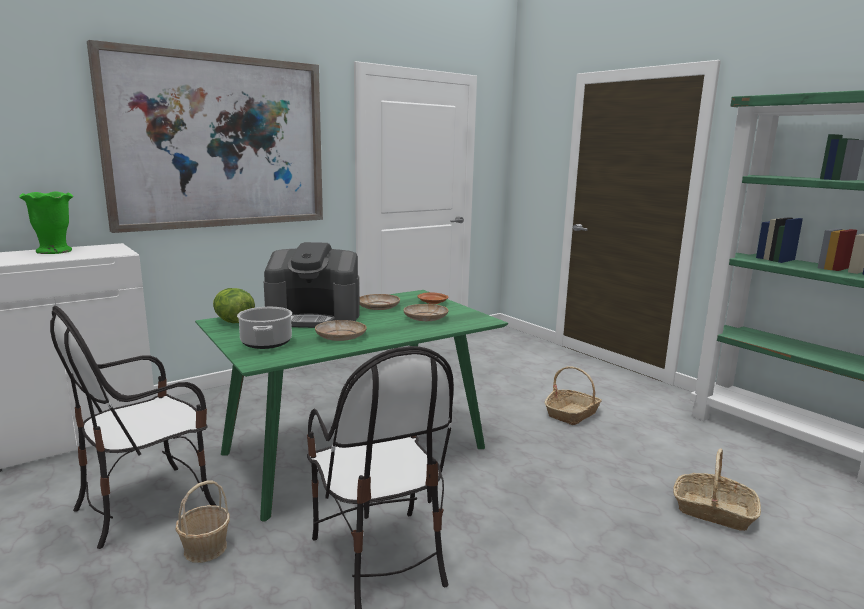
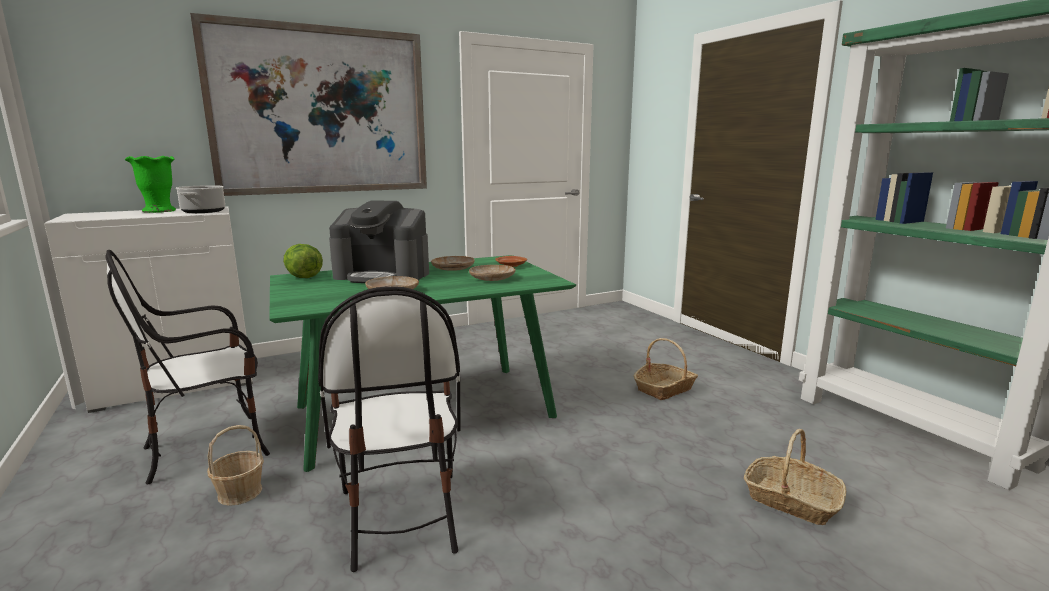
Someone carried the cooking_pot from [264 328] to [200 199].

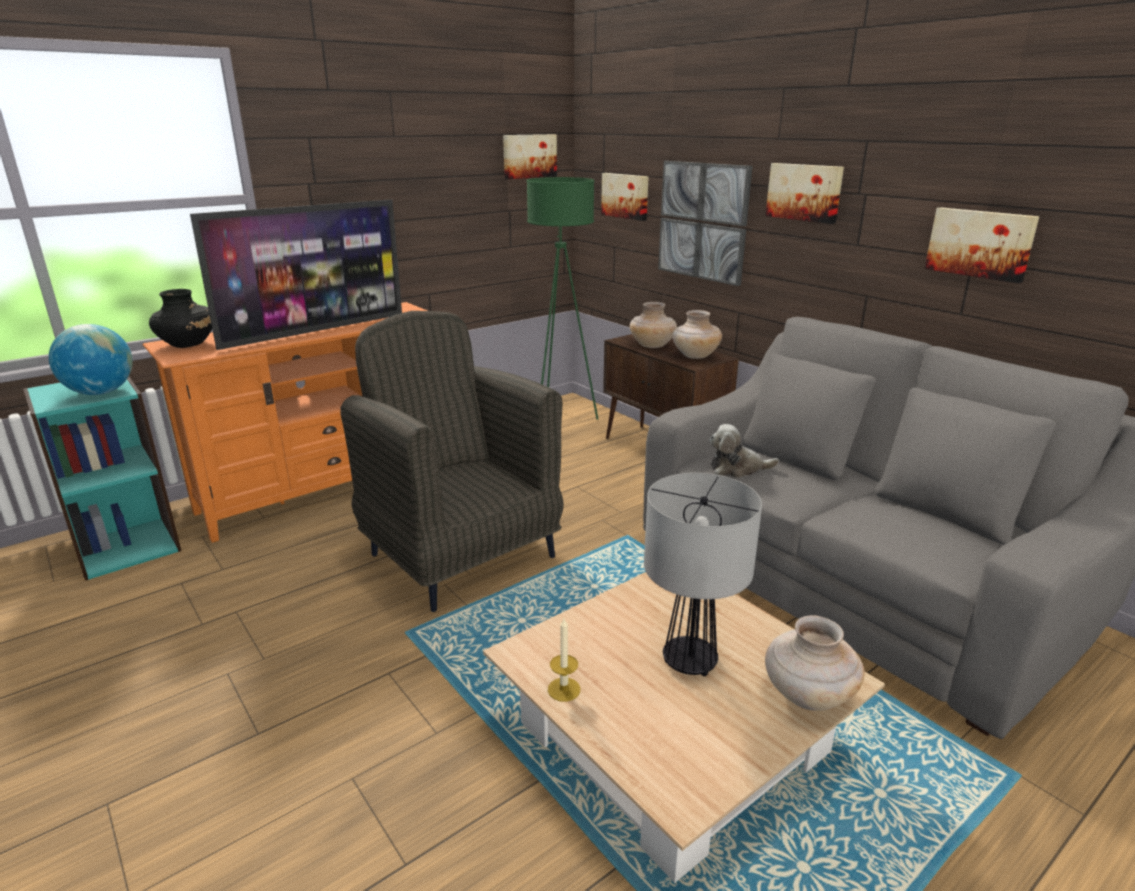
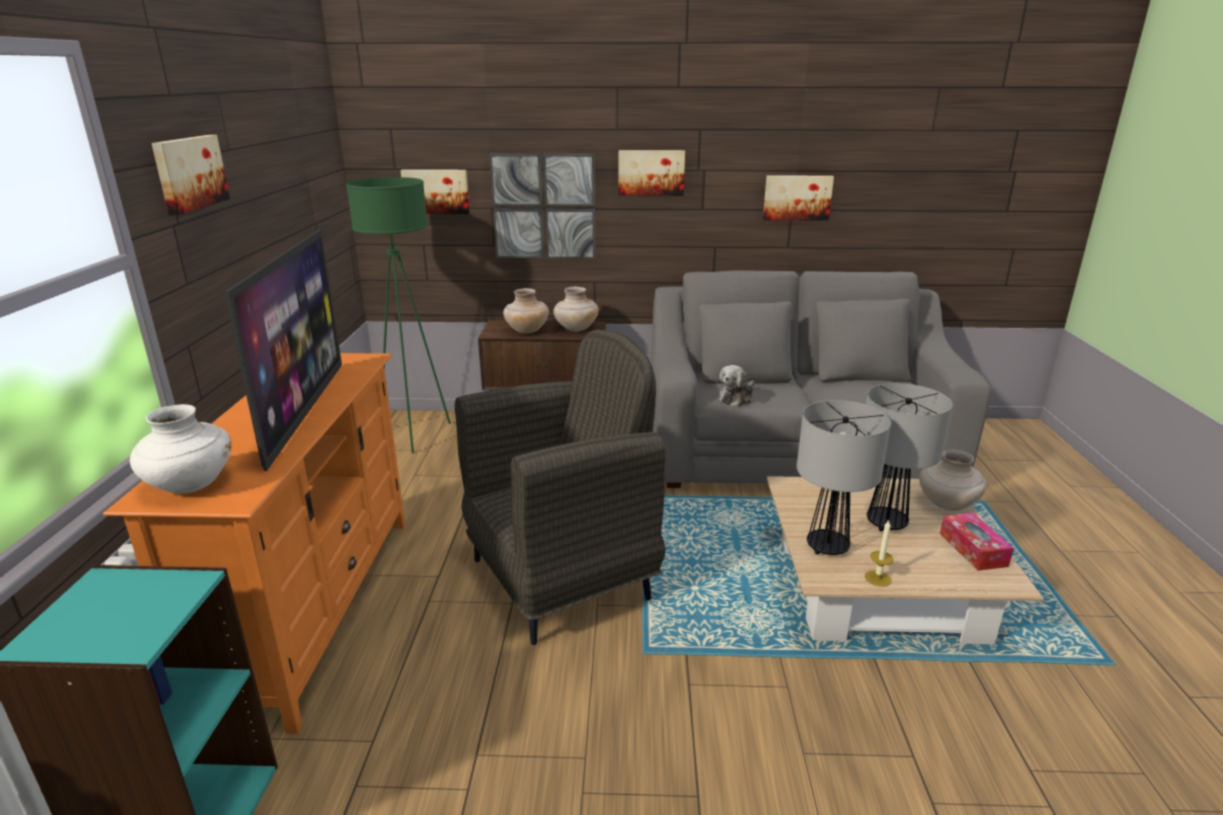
Someone carried the picture from [530 156] to [190 175].
Someone repainted the black_vase at [180 318], which became the white_vase at [181 449].
Someone rotated the grey_armchair at [452 461] by 150 degrees clockwise.
Someone took away the globe at [91 359].
Someone put down the table_lamp at [844 477].
Someone put down the tissue_box at [977 542].

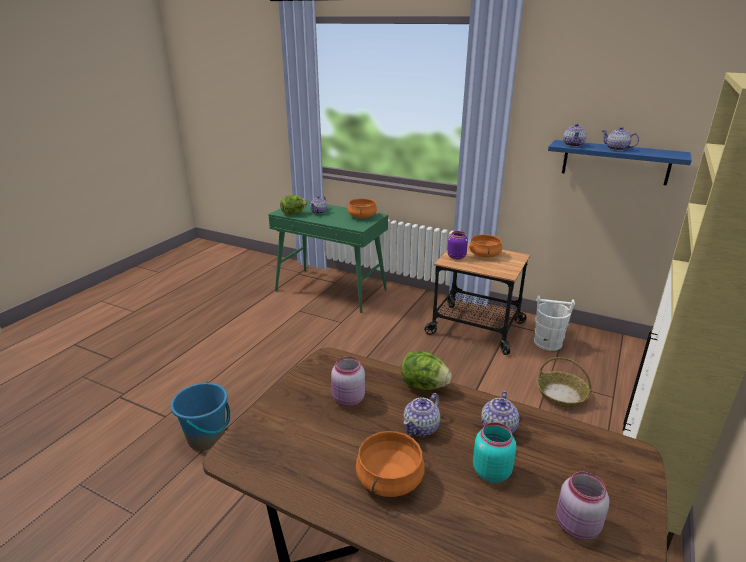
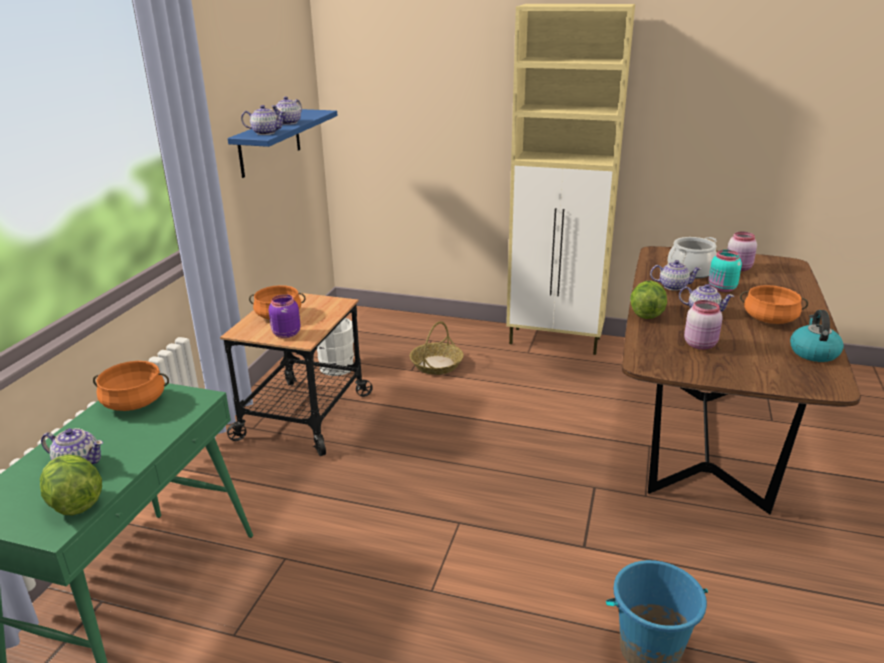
Someone put down the cooking_pot at [692 258].
Someone put down the kettle at [817 336].

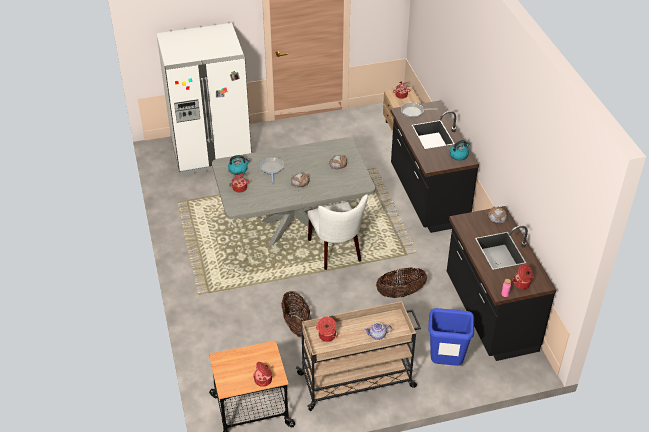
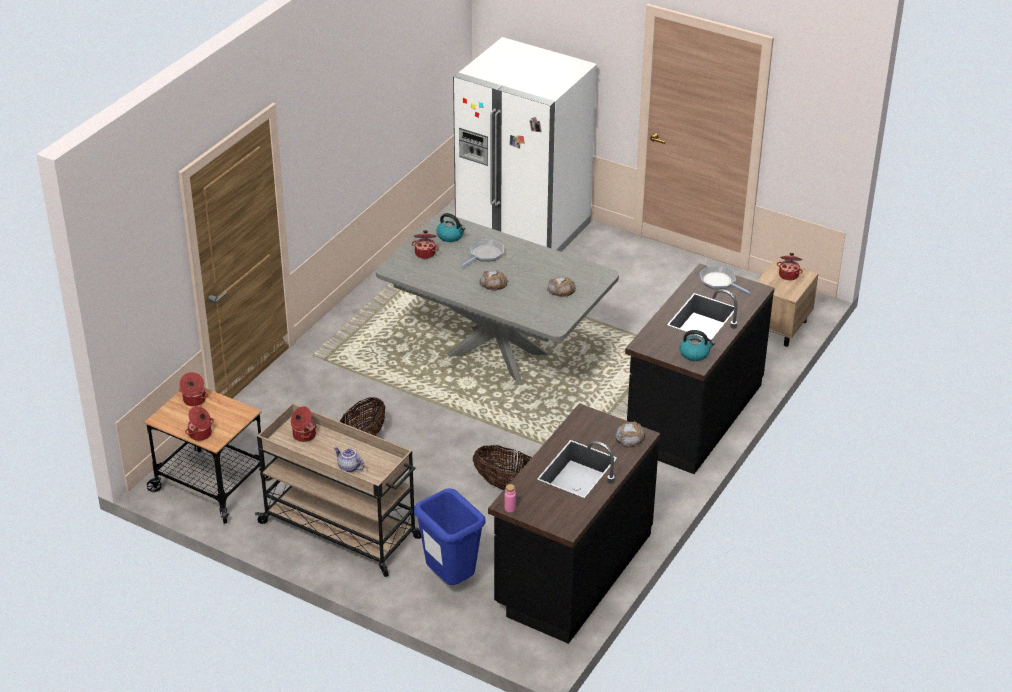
Someone took away the white_chair at [337 232].
Someone carried the cooking_pot from [523 276] to [193 389].

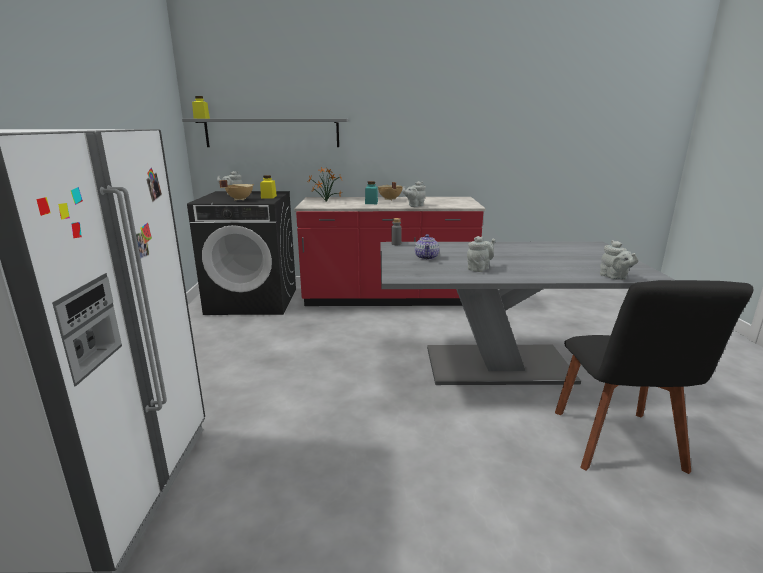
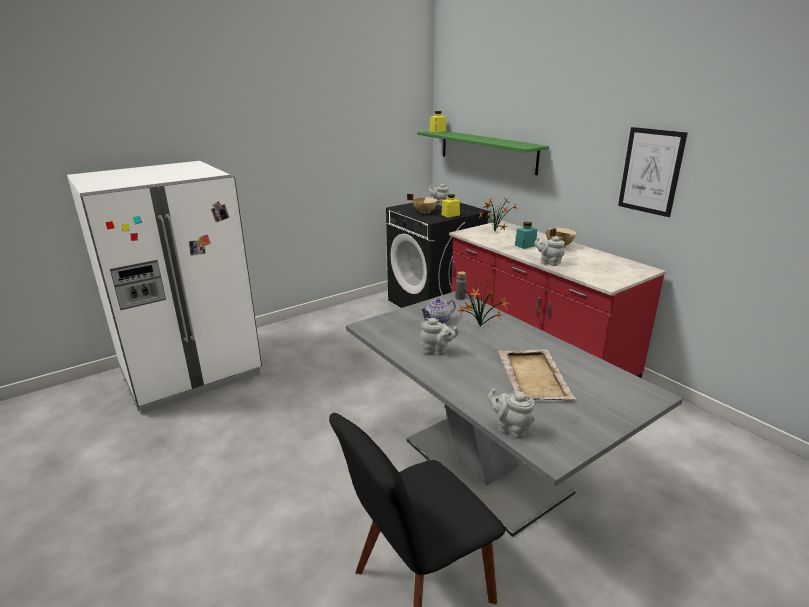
Someone repainted the grey_shelf at [265 133], which became the green_shelf at [483 153].
Someone rotated the grey_teapot at [619 260] by 90 degrees clockwise.
Someone put up the picture at [653 172].
Someone put down the potted_plant at [484 302].
Someone put down the beige_tray at [537 374].

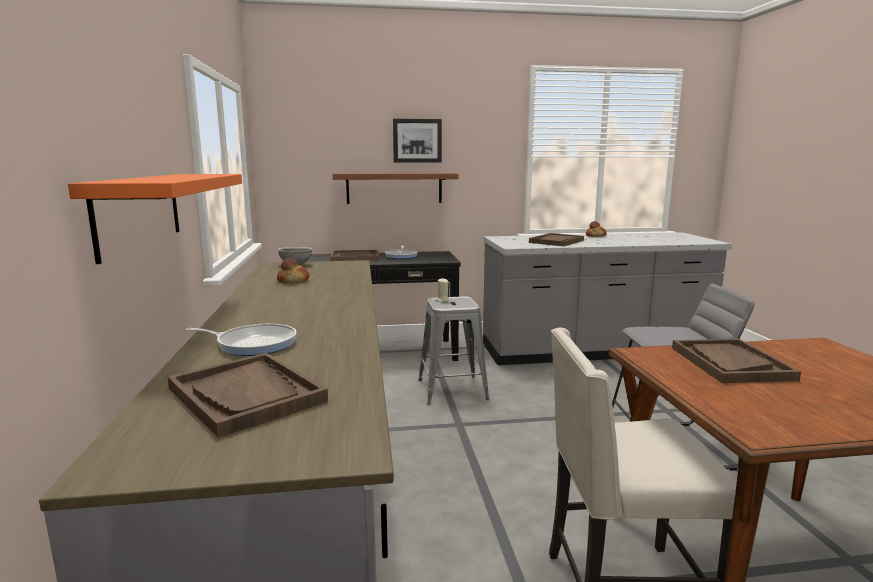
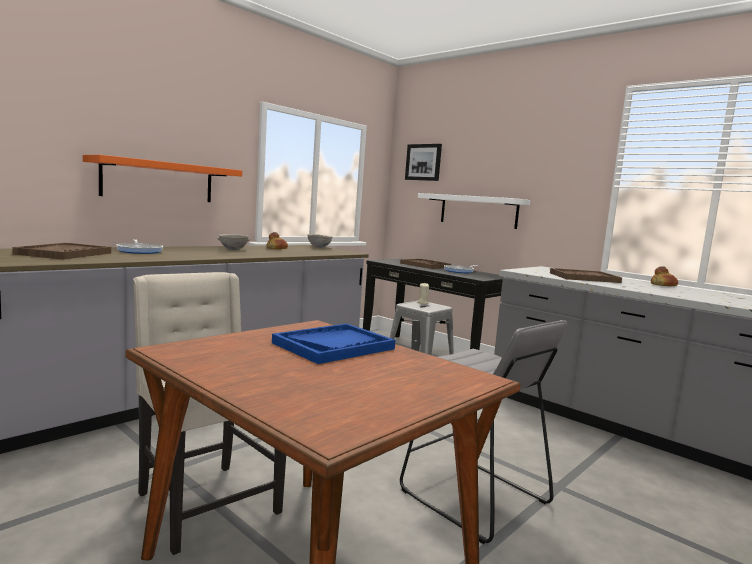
Someone carried the picture from [417 141] to [423 162].
Someone repainted the brown_shelf at [395 188], which became the white_shelf at [474 211].
Someone repainted the brown_tray at [736 361], which became the blue_tray at [333 344].
Someone put down the grey_bowl at [233 242].

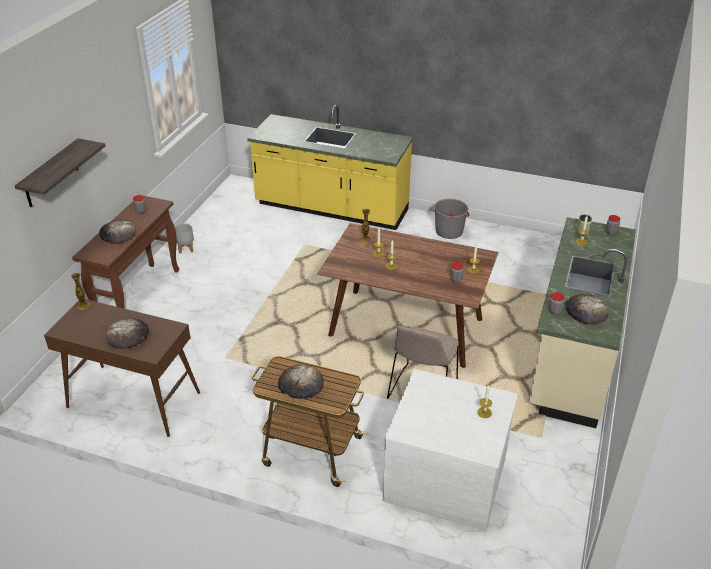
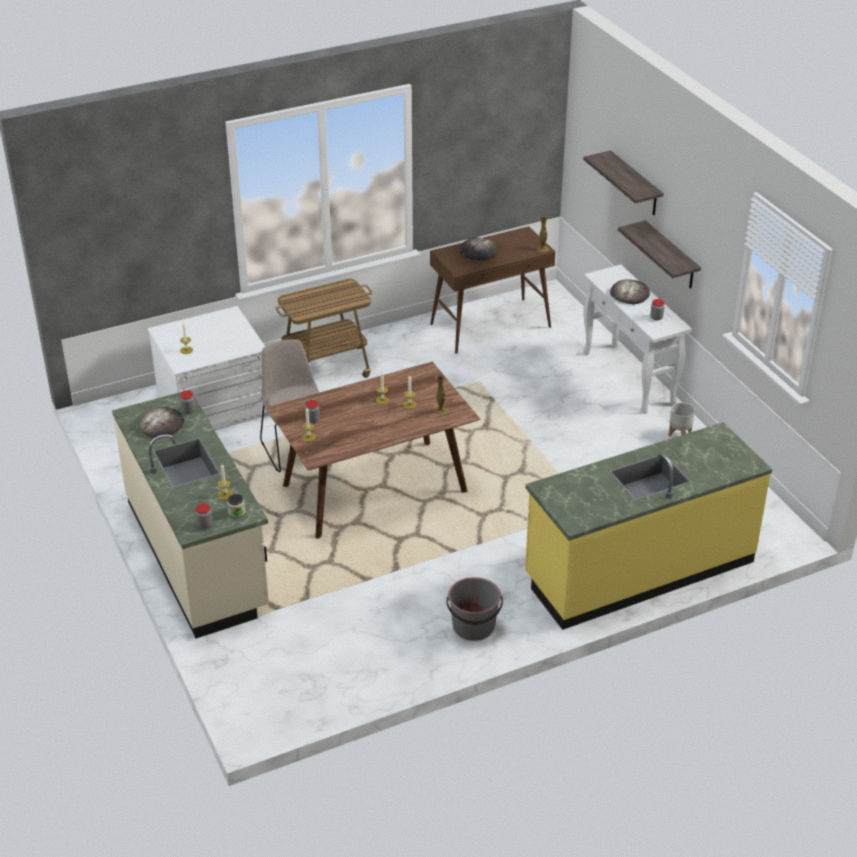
Someone repainted the brown_console_table at [125 252], which became the white_console_table at [638 339].
Someone took away the bread at [301 381].
Someone put up the shelf at [659 254].

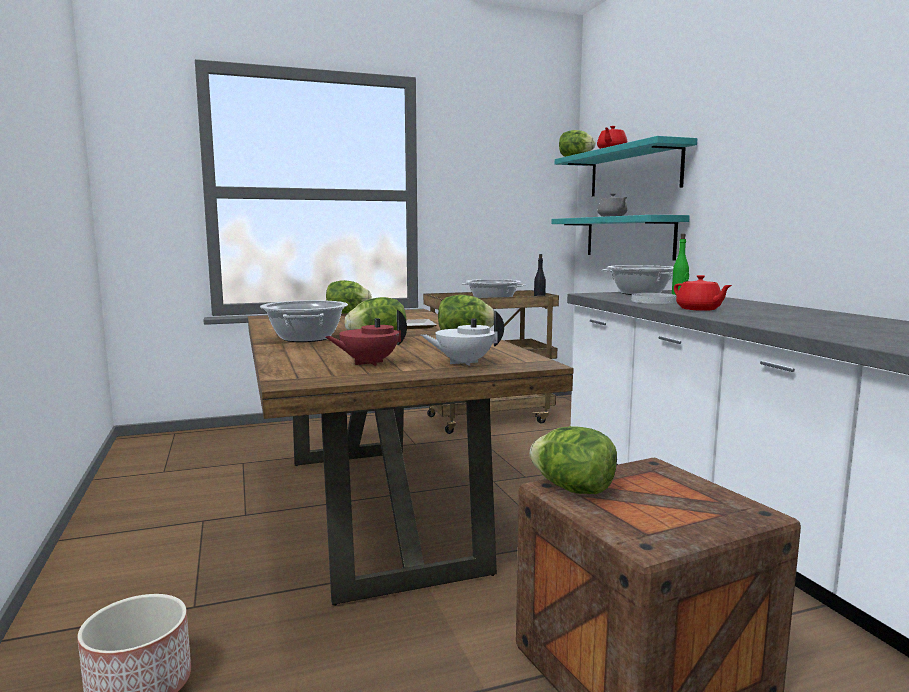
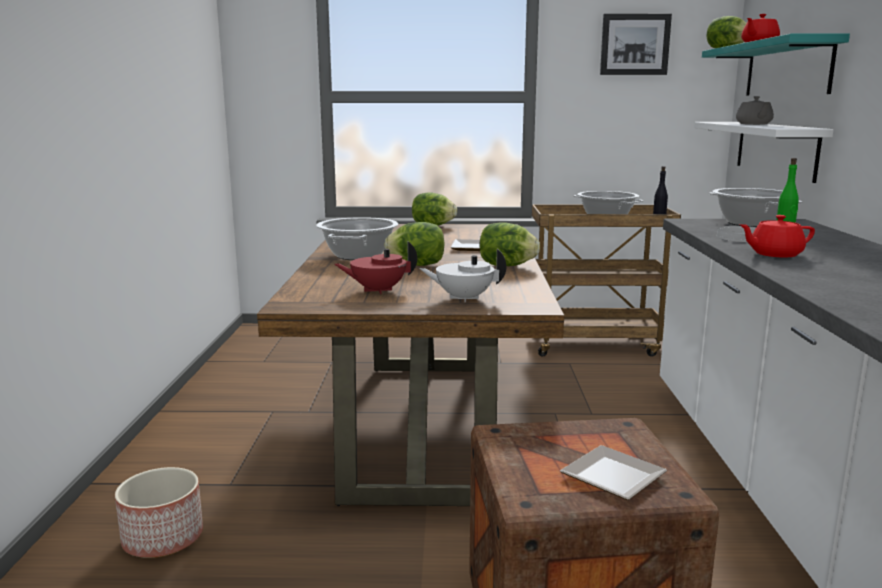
Someone repainted the turquoise_shelf at [620 237], which became the white_shelf at [764 152].
Someone rotated the red_teapot at [703 293] by 90 degrees clockwise.
Someone took away the lettuce at [573 460].
Someone put up the picture at [636 44].
Someone put down the plate at [613 472].

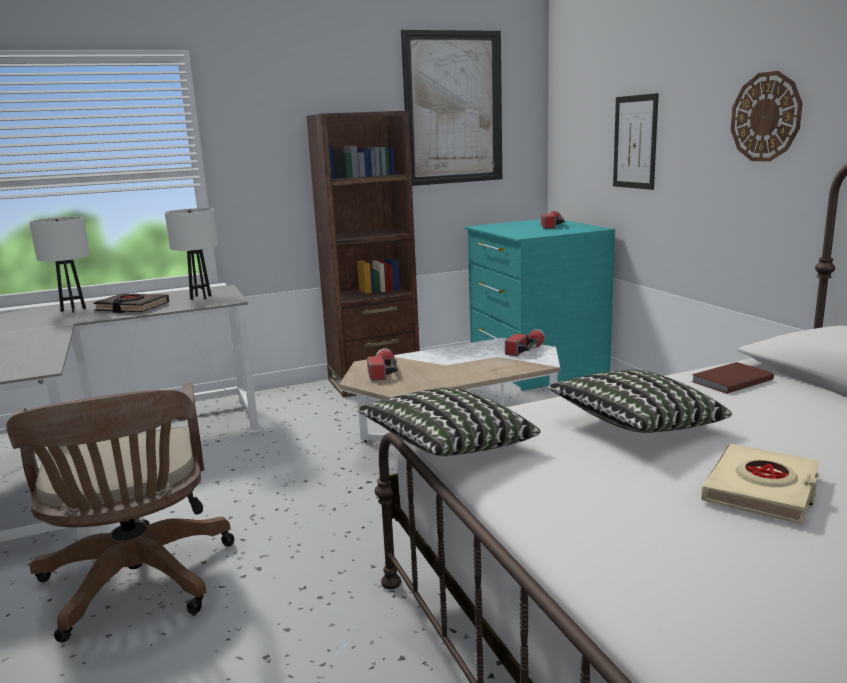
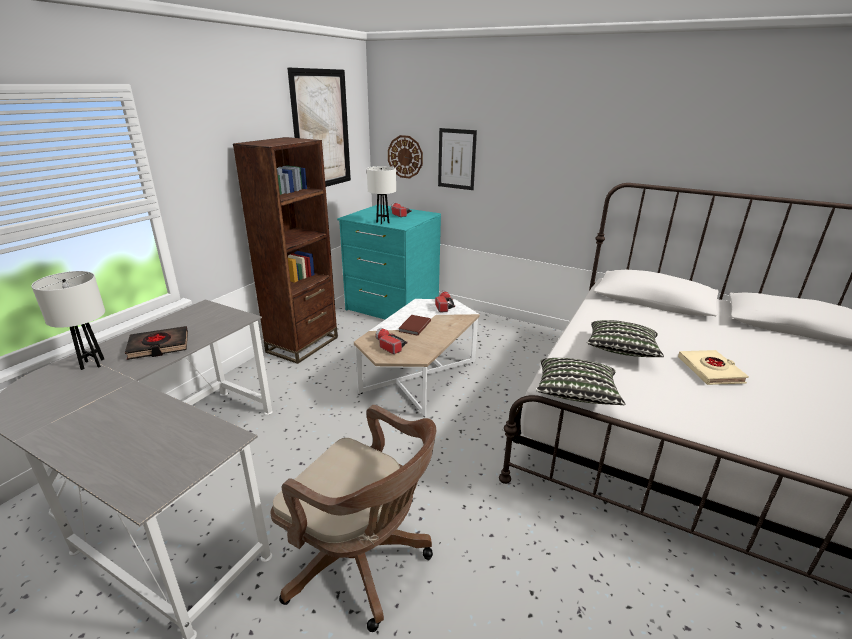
Someone carried the wall_clock from [766 116] to [405 157].
Someone carried the white_table_lamp from [191 254] to [381 195].
Someone carried the brown_book from [732 378] to [414 325].

